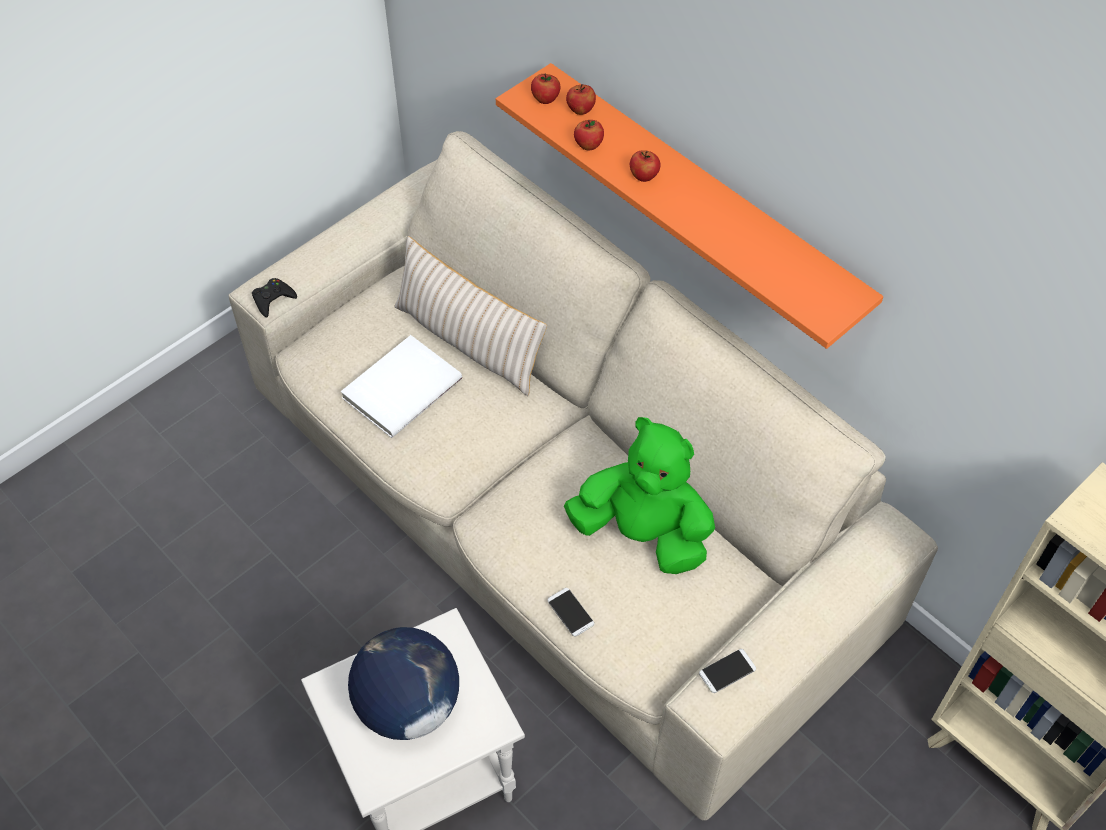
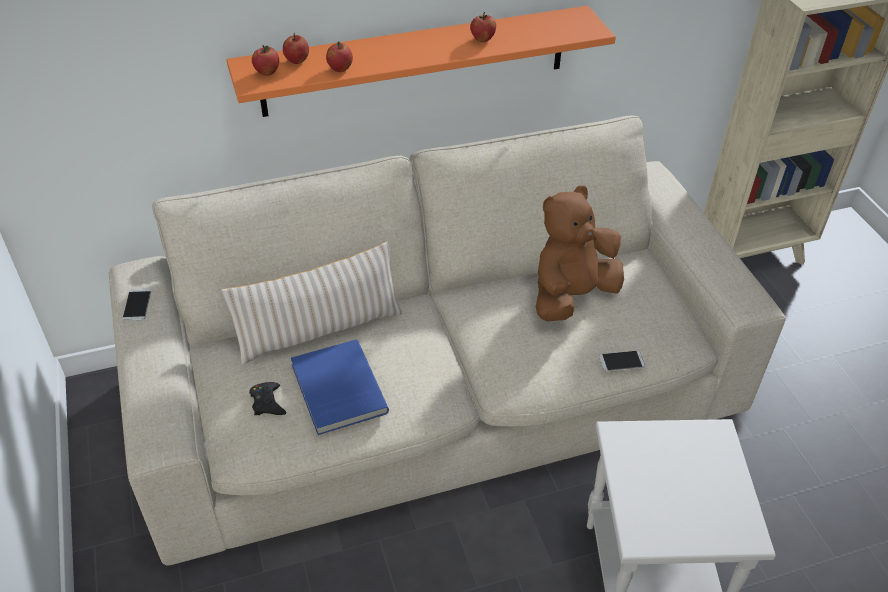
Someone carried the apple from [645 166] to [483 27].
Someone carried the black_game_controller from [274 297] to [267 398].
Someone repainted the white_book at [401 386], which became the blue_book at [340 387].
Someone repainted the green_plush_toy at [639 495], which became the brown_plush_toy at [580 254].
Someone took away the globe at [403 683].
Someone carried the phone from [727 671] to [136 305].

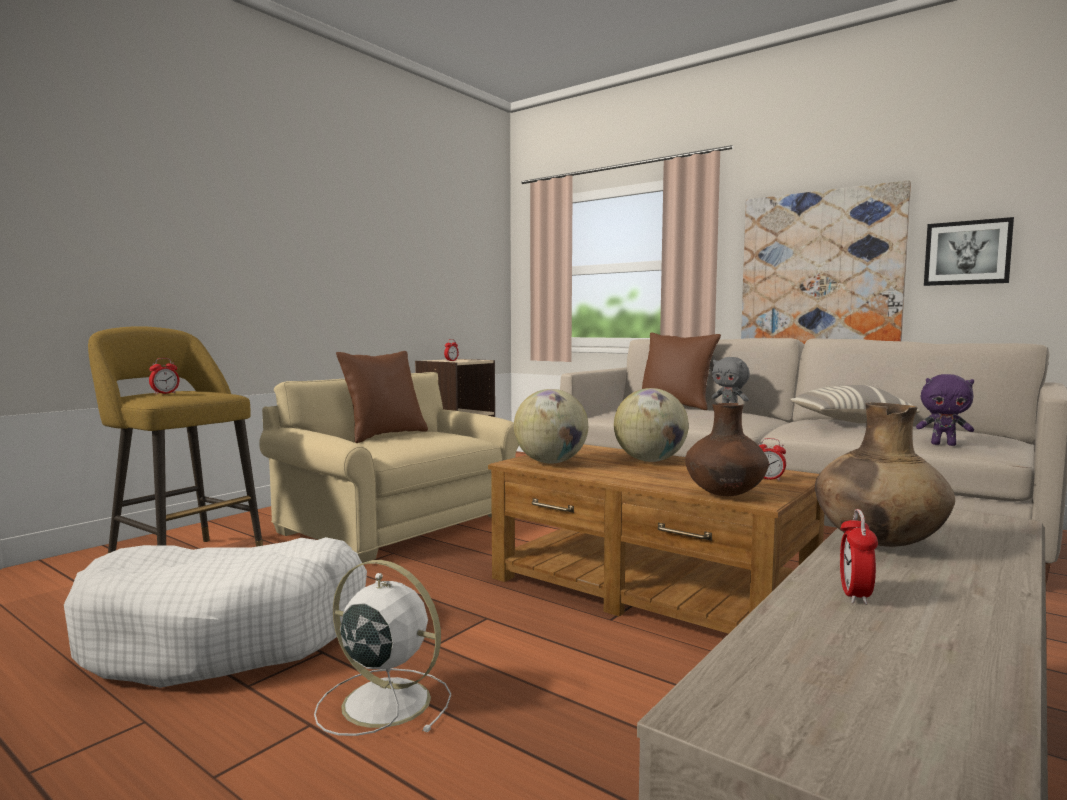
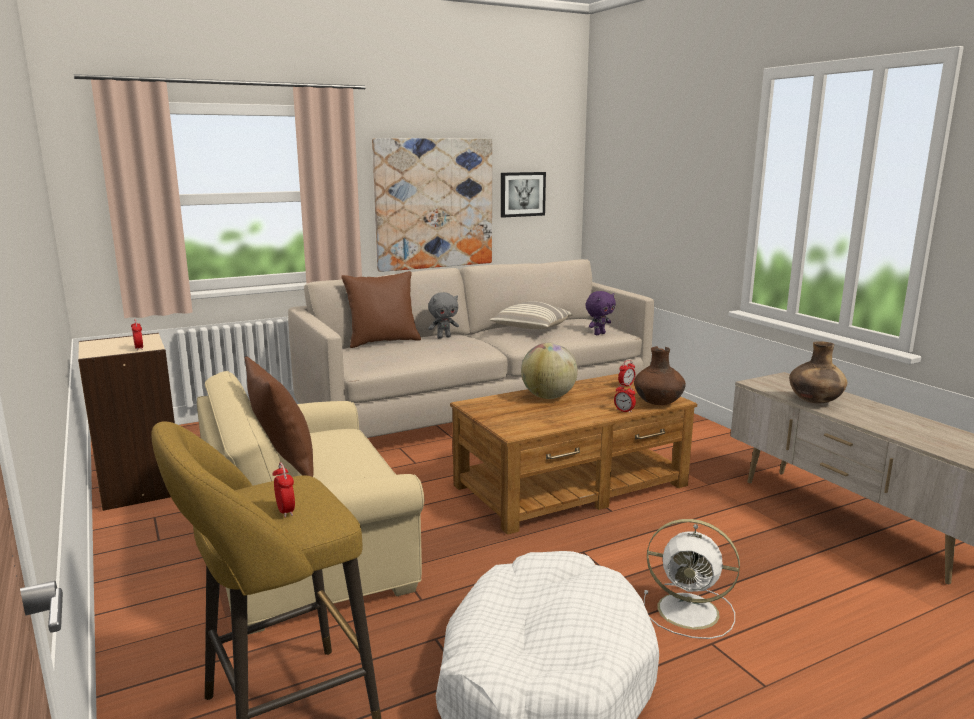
Someone took away the globe at [551 426].
Someone carried the alarm_clock from [859 557] to [625 398].
Someone rotated the white_fan at [382 648] by 120 degrees counterclockwise.

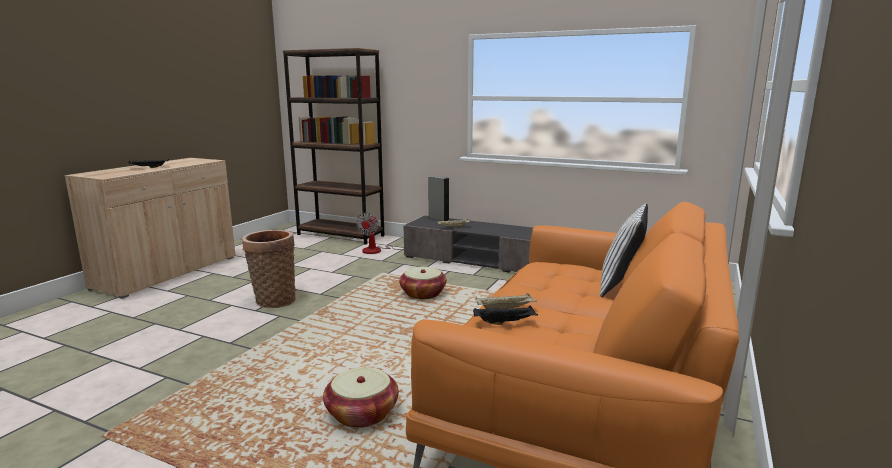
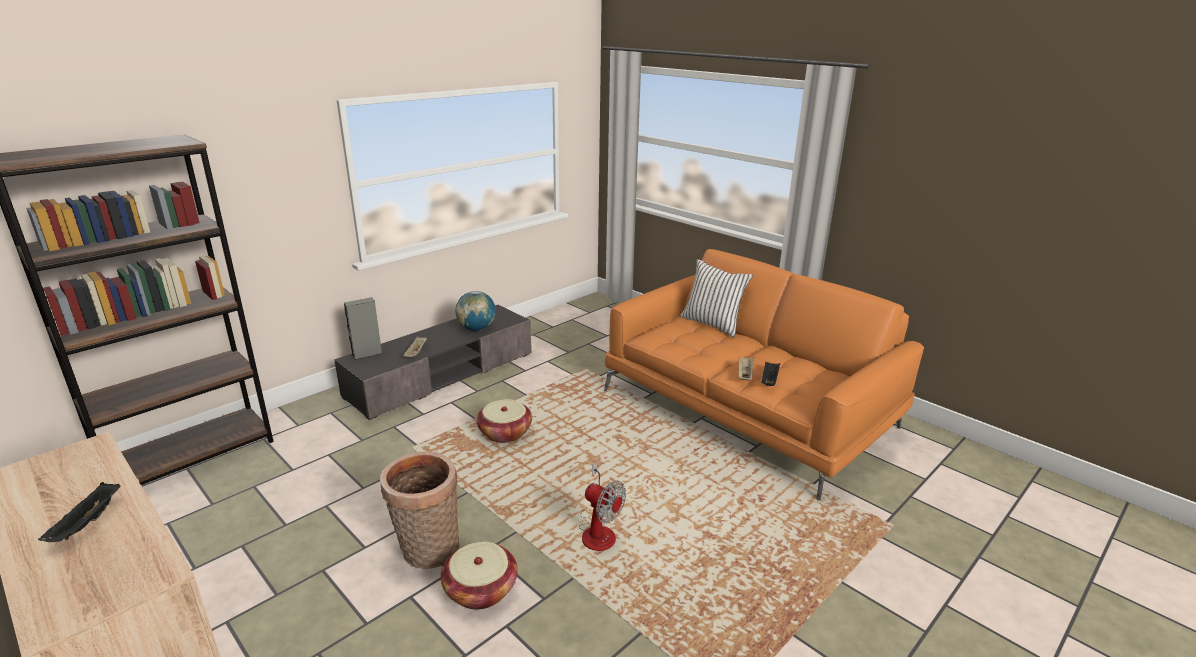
Someone carried the fan from [379 233] to [603 506].
Someone carried the basket from [361 397] to [479 576].
Someone put down the globe at [475 311].

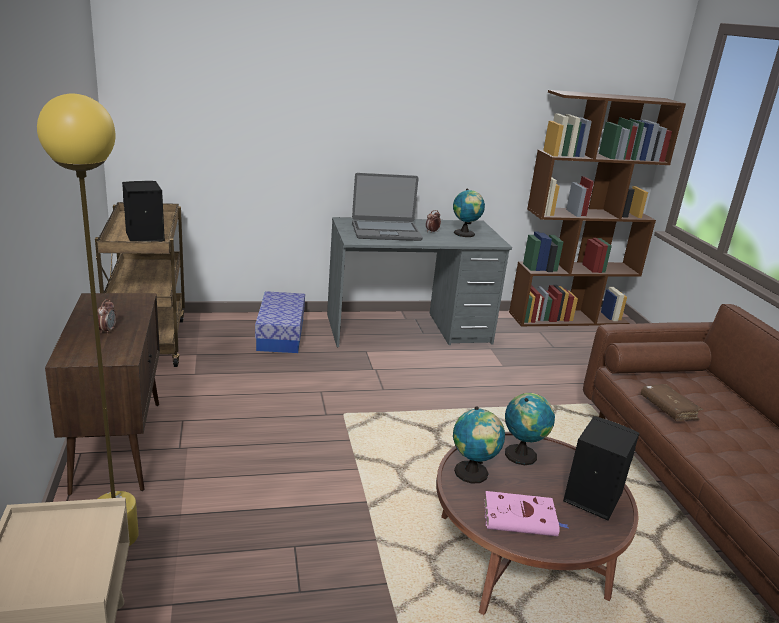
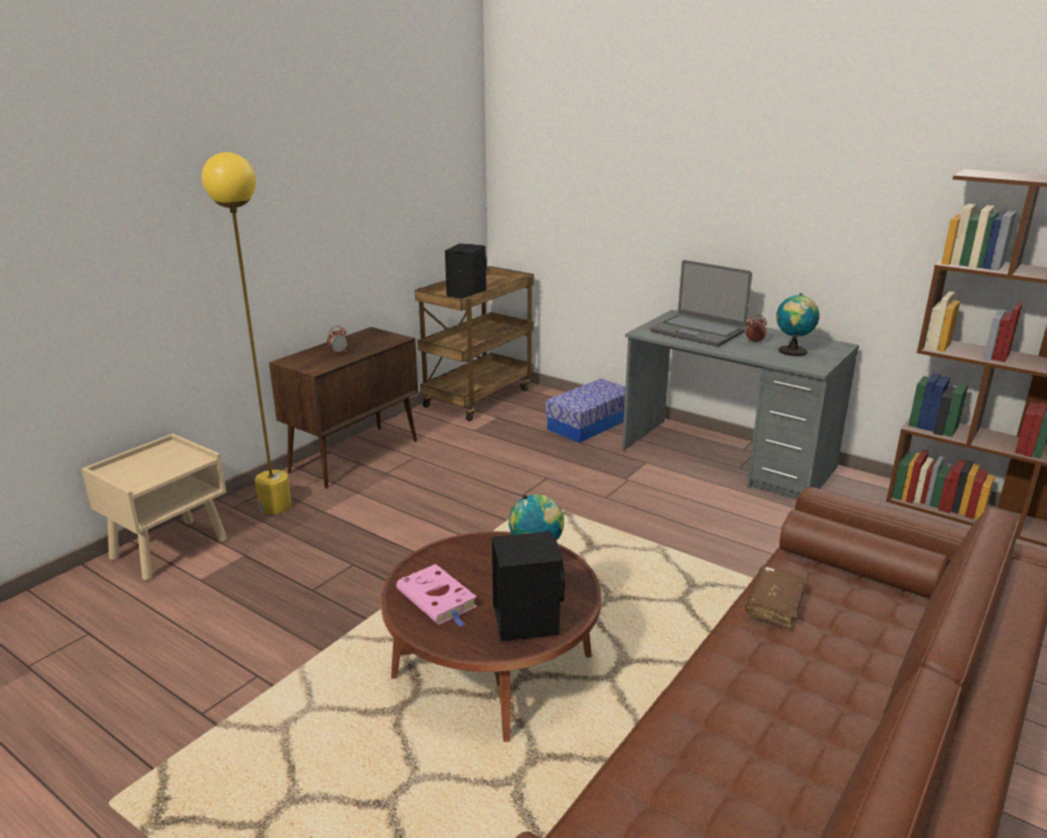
Someone took away the globe at [479 445].

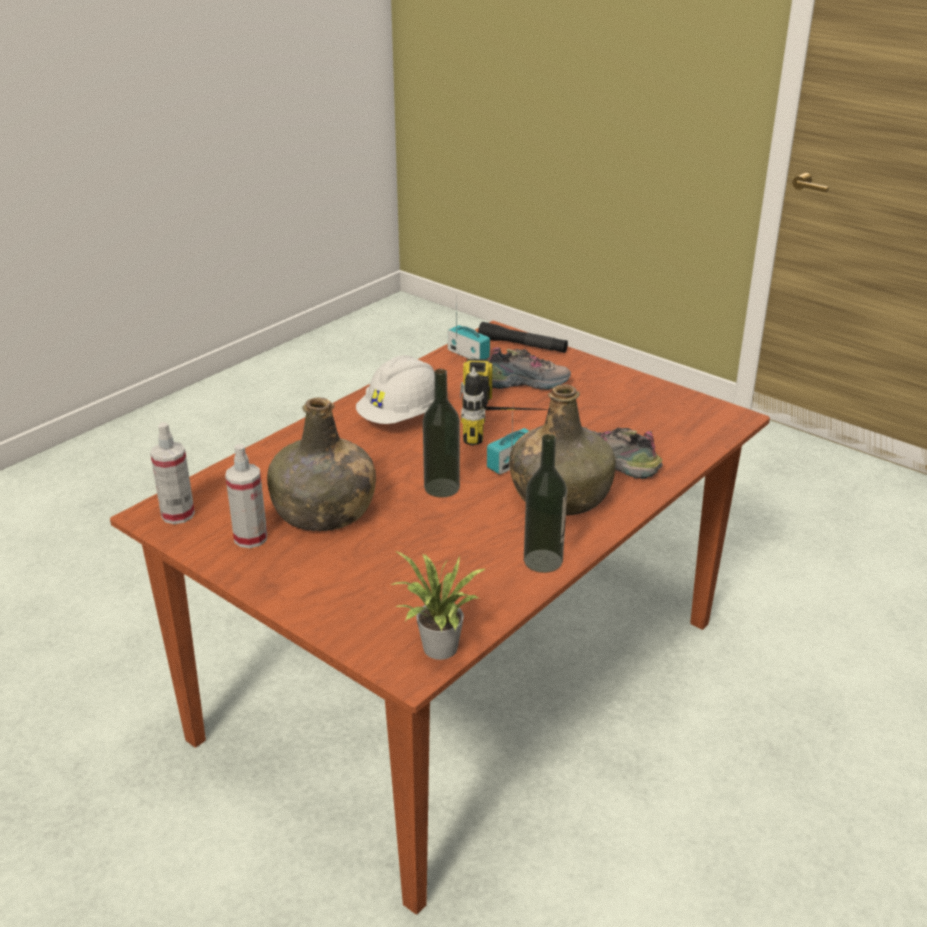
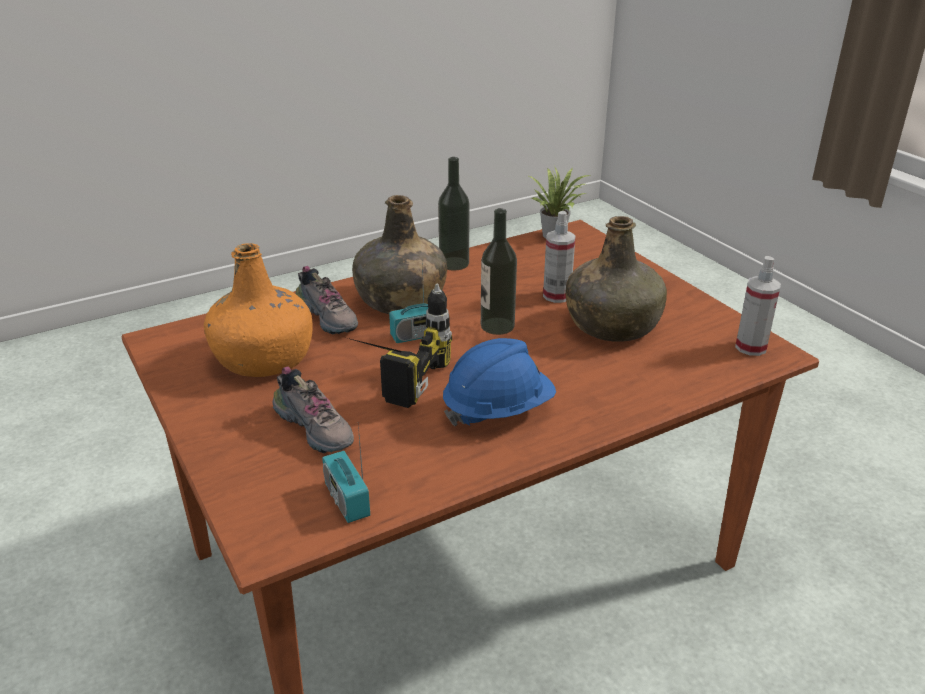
Someone took away the black_flashlight at [523 337].
Someone rotated the shoe at [530 368] by 150 degrees counterclockwise.
Someone repainted the white_hard_hat at [395 389], which became the blue_hard_hat at [499 382].
Someone carried the spray_bottle from [246 496] to [559 257].
Someone put down the orange_bottle at [258 310].

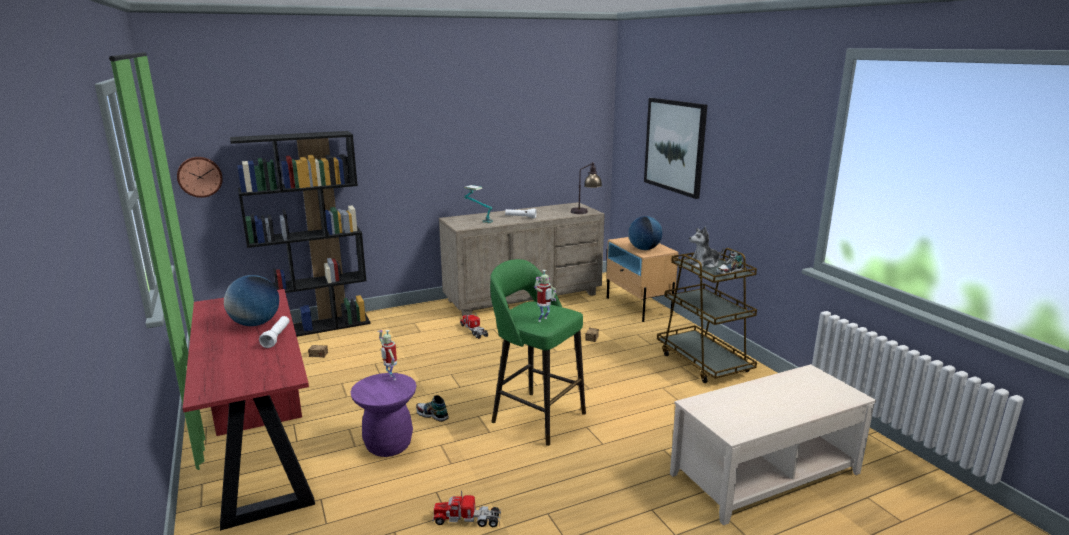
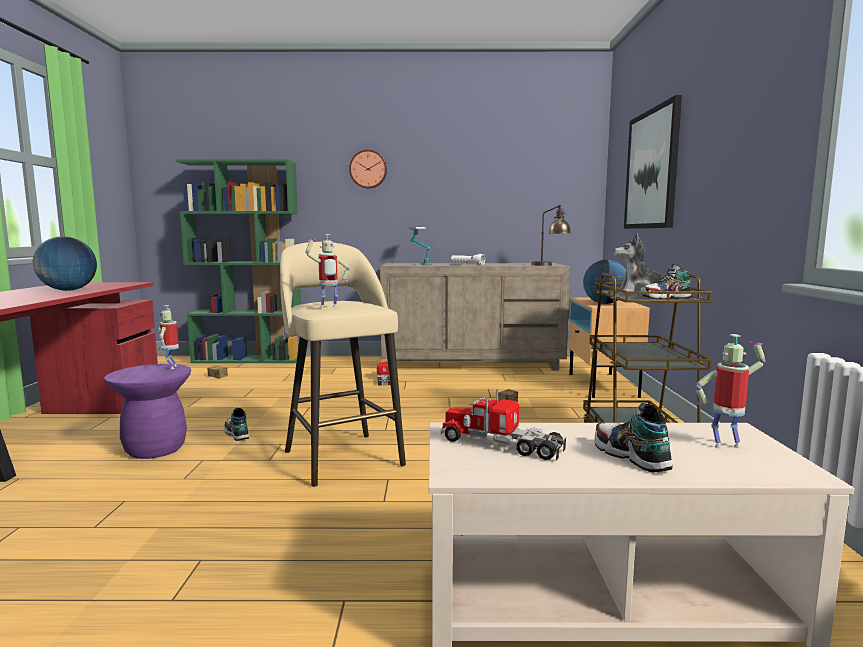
Someone repainted the black_bookcase at [300 234], which became the green_bookcase at [238 261].
Someone carried the wall_clock from [200 177] to [368 169].
Someone repainted the green_stool at [538 352], which became the beige_stool at [343 364].
Someone took away the white_flashlight at [274 332].
Someone carried the toy_truck from [467 509] to [503 425].
Someone put down the toy_robot at [730 391].
Someone put down the shoe at [633 437].

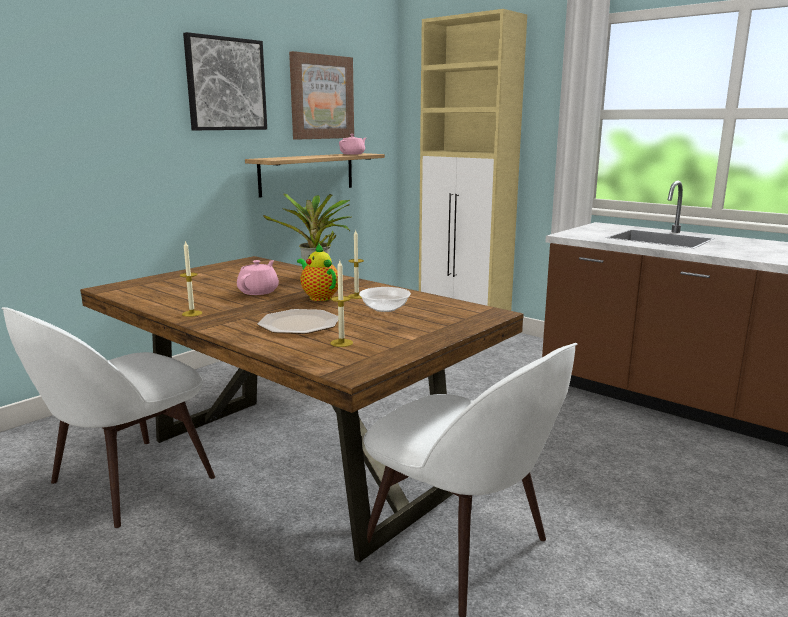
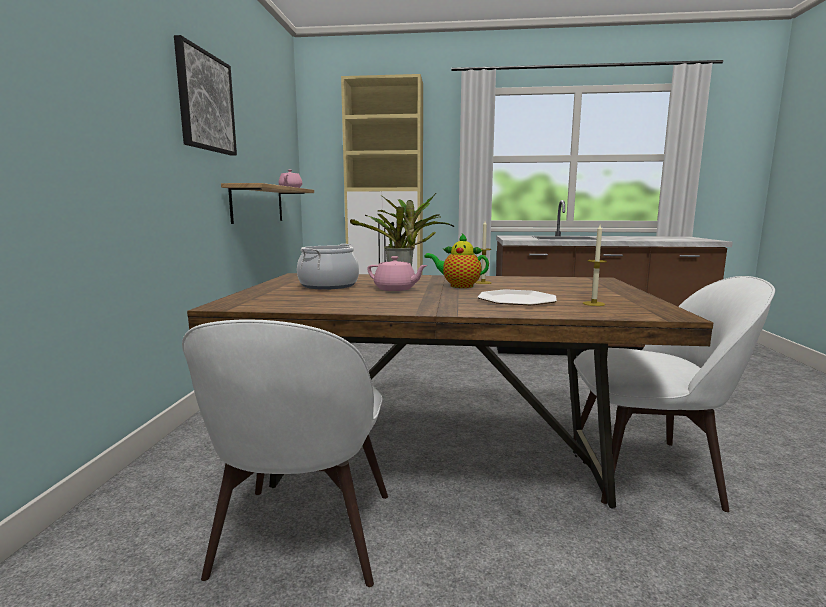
Someone took away the picture at [321 95].
Someone took away the candle at [191 278].
Someone rotated the pink_teapot at [258 277] by 135 degrees clockwise.
Someone took away the bowl at [385 299].
Someone put down the cooking_pot at [328 267].

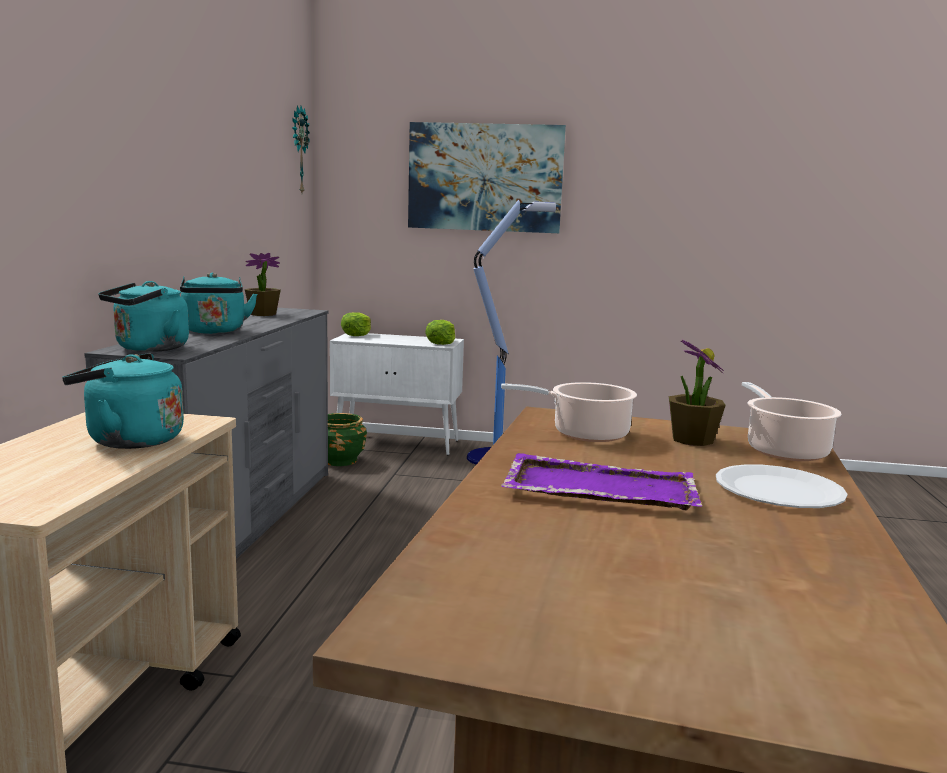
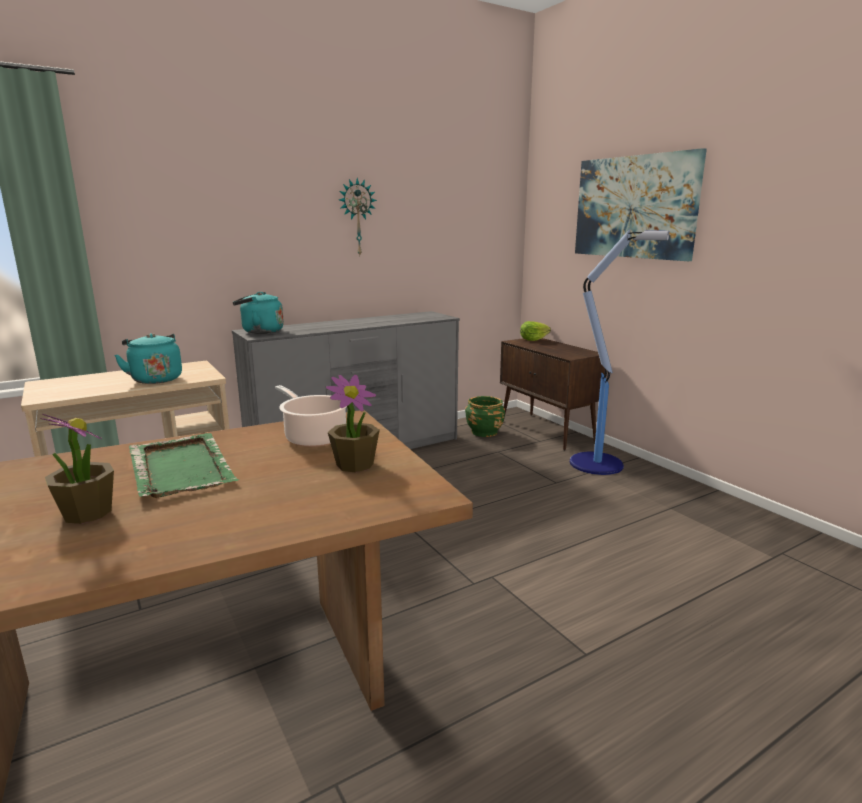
Someone carried the wall_clock from [301 149] to [358 217].
Someone carried the potted_plant from [263 284] to [77 469].
Someone took away the turquoise_kettle at [218 303].
Someone took away the lettuce at [440 332].
Someone repainted the white_cabinet at [397 394], which became the brown_cabinet at [553 394].
Someone took away the cooking_pot at [791 421].
Someone repainted the purple_tray at [601 481], which became the green_tray at [184 465].
Someone took away the white_plate at [782 486].

